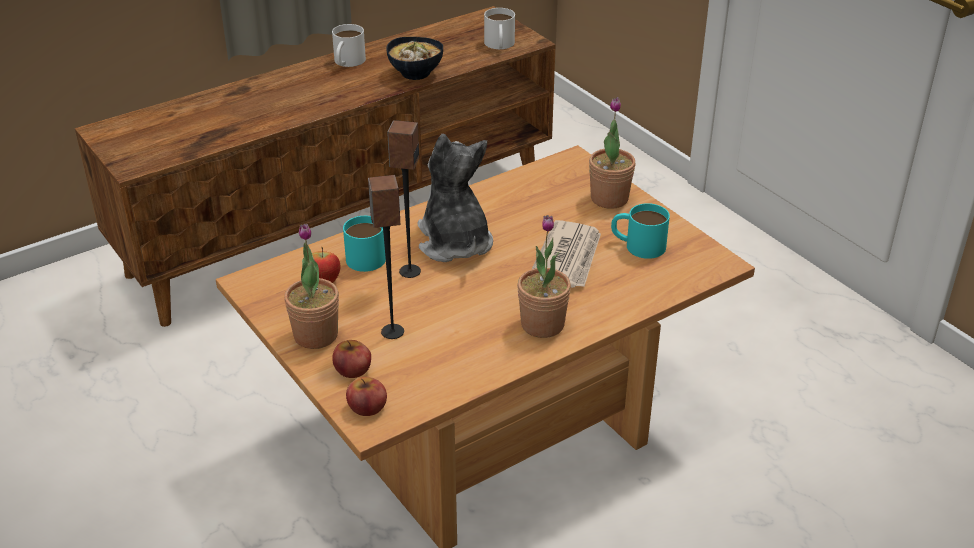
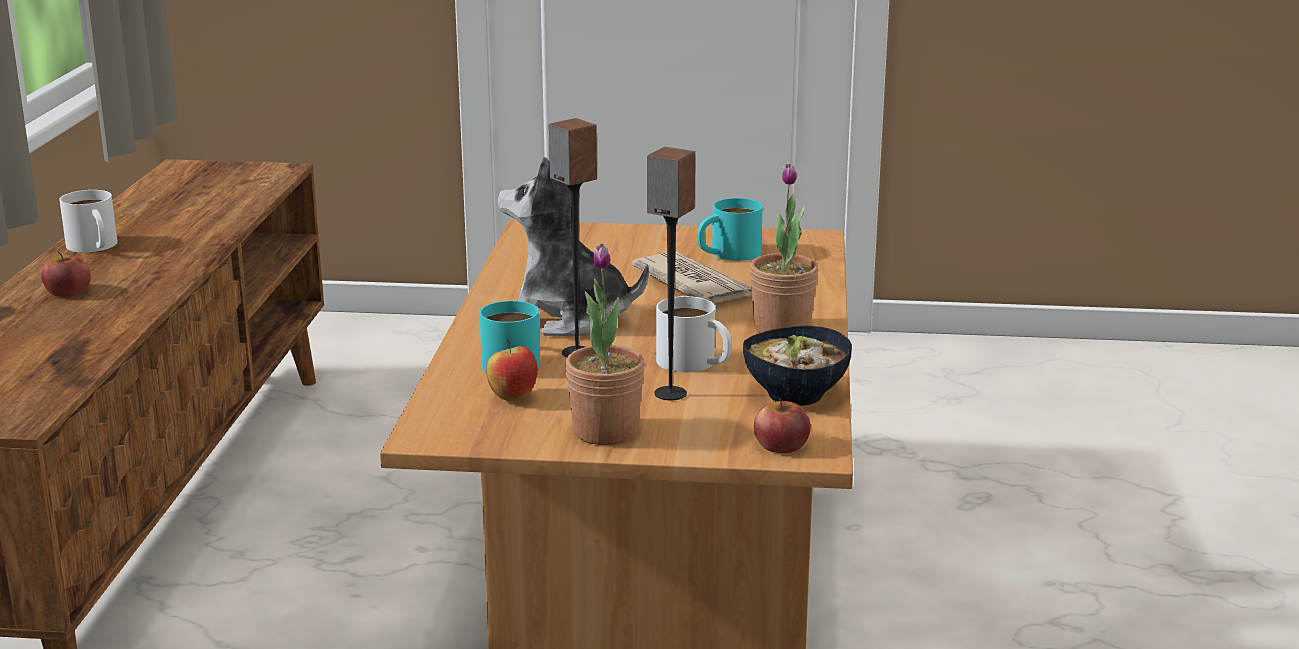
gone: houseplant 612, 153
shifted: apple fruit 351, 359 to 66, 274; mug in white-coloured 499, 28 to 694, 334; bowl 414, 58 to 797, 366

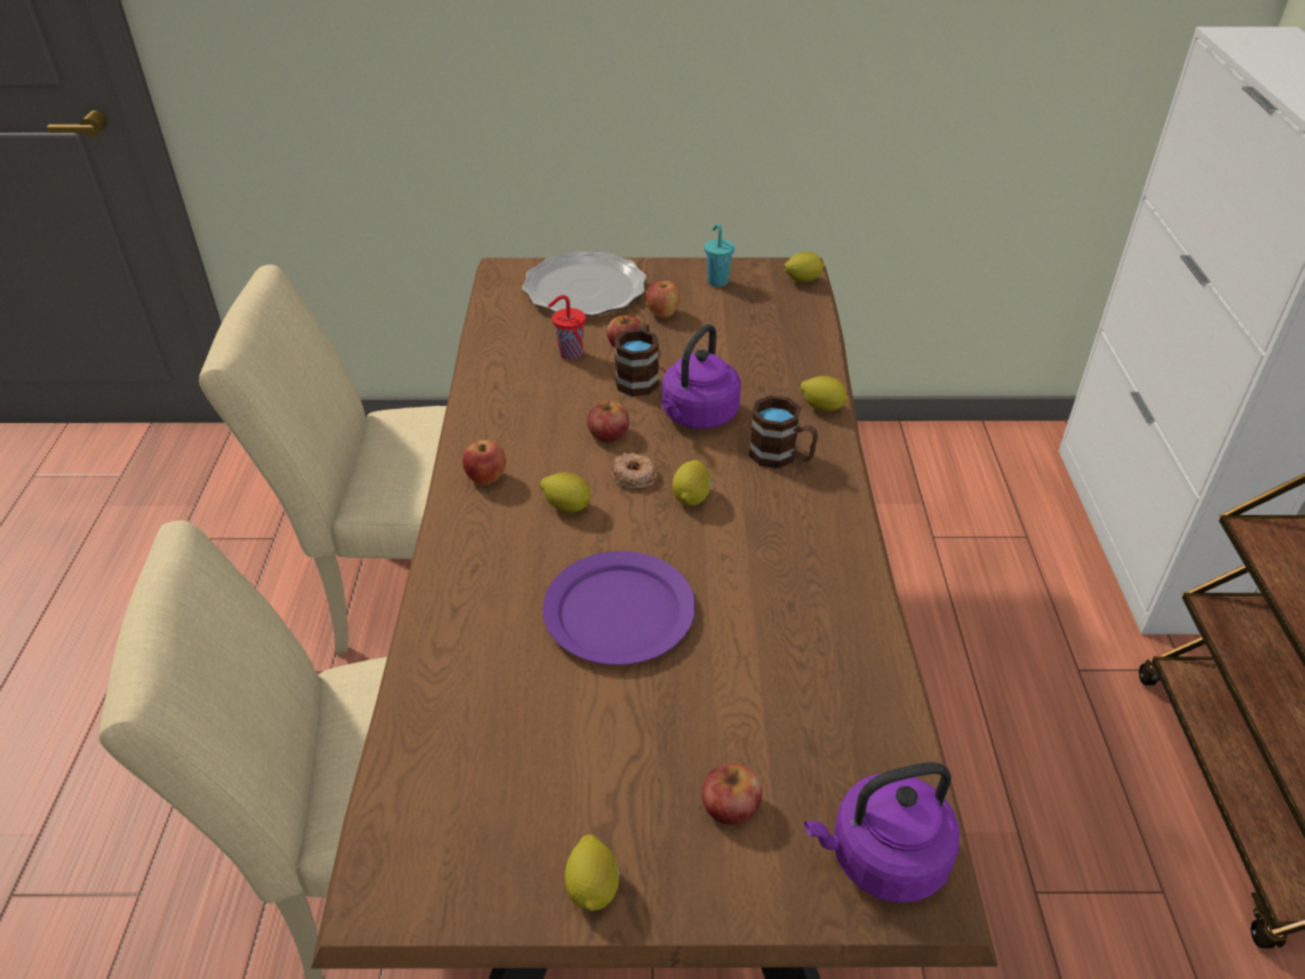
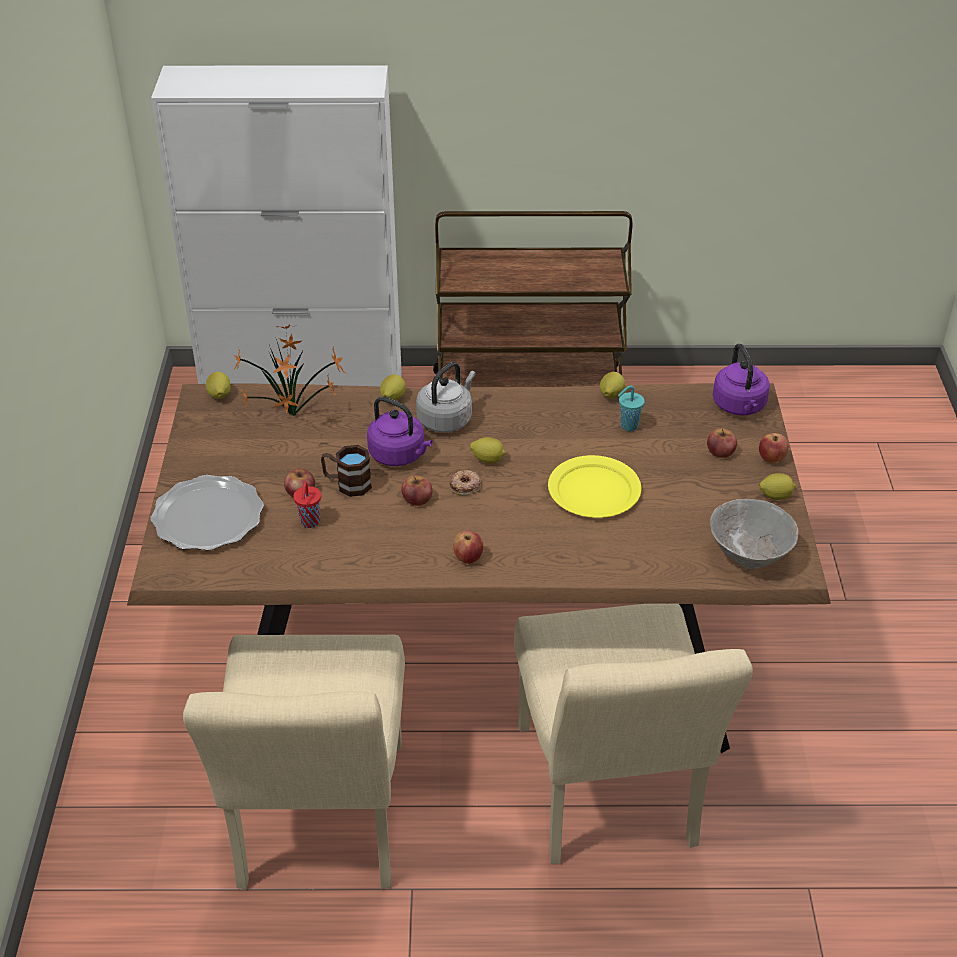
new: houseplant 290, 370; bowl in grey 754, 534
shifted: lemon 565, 492 to 612, 385; drinking cup in turquoise 719, 255 to 631, 408; apple fruit 663, 299 to 774, 448
swapped: mug in brownish 783, 431 to kettle in grey 446, 397
repainted: flat dish in purple-coloured 619, 608 to flat dish in yellow 595, 486

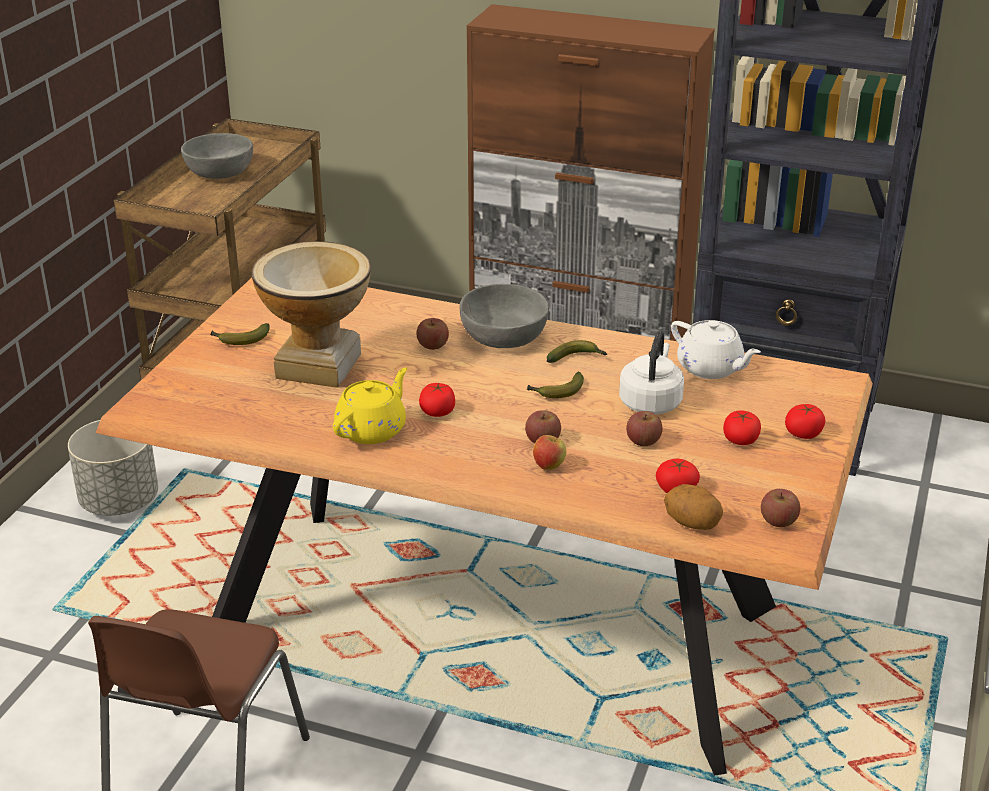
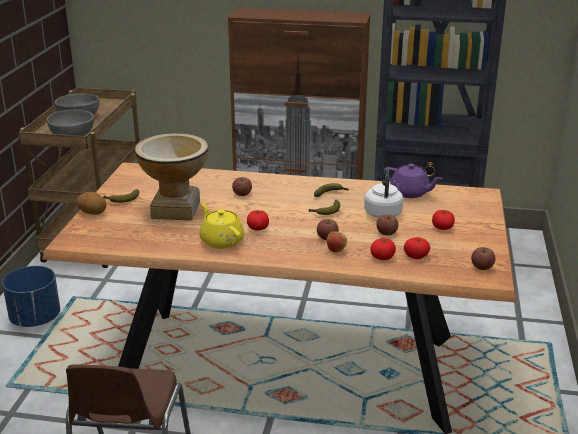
shifted: bowl in grey 504, 316 to 70, 122; spud 693, 507 to 91, 203; whole tomato 805, 421 to 383, 249
repainted: flower pot in grey 113, 467 to flower pot in blue-coloured 31, 296; tea pot in white-coloured 716, 349 to tea pot in purple-coloured 413, 181
rotated: tea pot in yellow 370, 406 = 222, 226 60 degrees counterclockwise

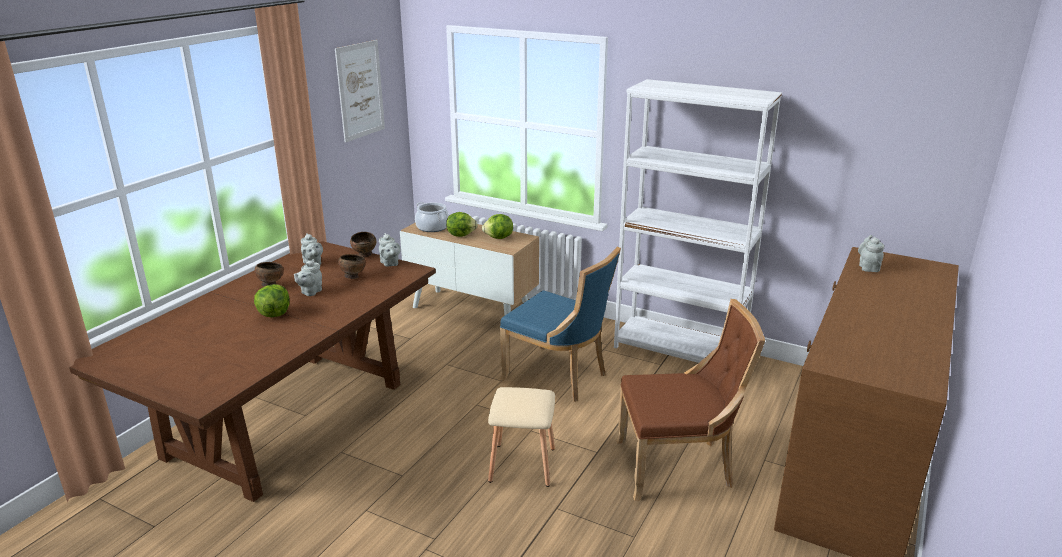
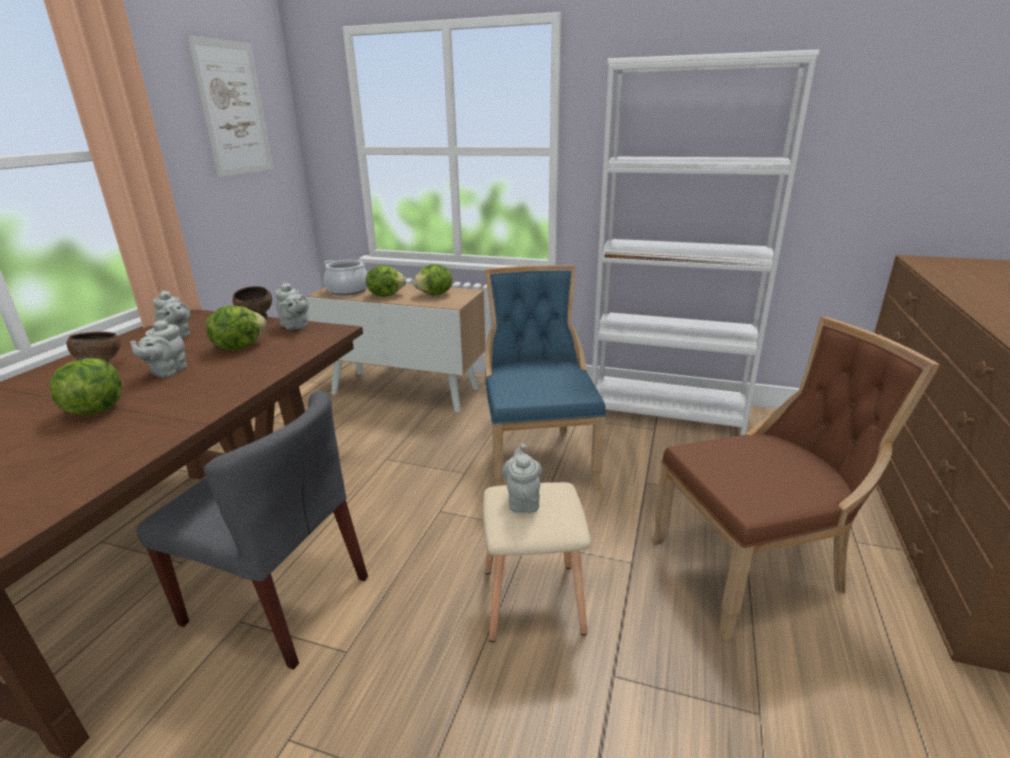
new: plain chair in grey 252, 530
shifted: tea pot in grey 871, 253 to 522, 478
swapped: bowl in brownish 352, 266 to head of lettuce 236, 328
rotated: plain chair in blue-coloured 560, 324 = 545, 377 120 degrees counterclockwise

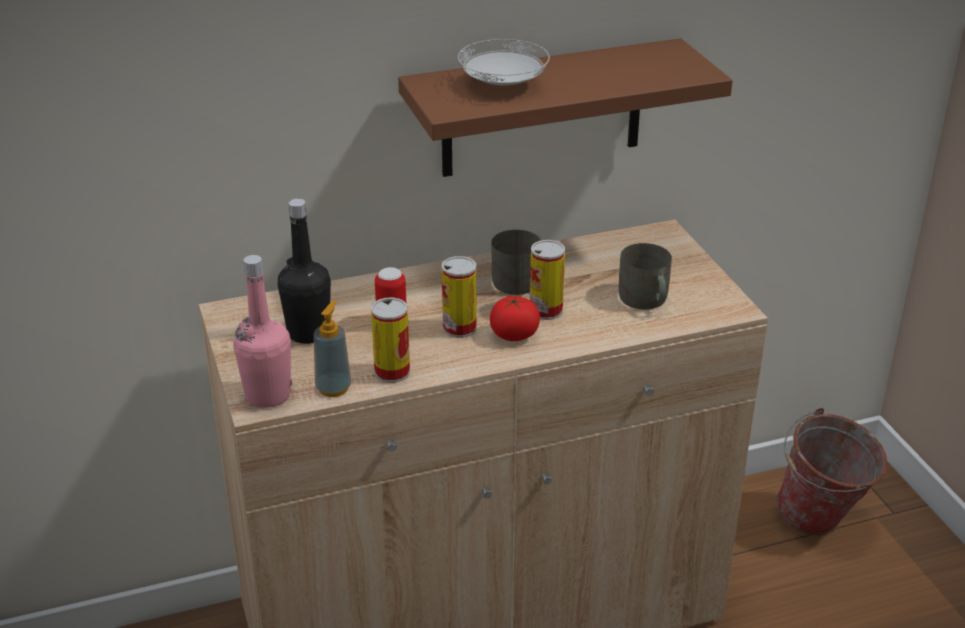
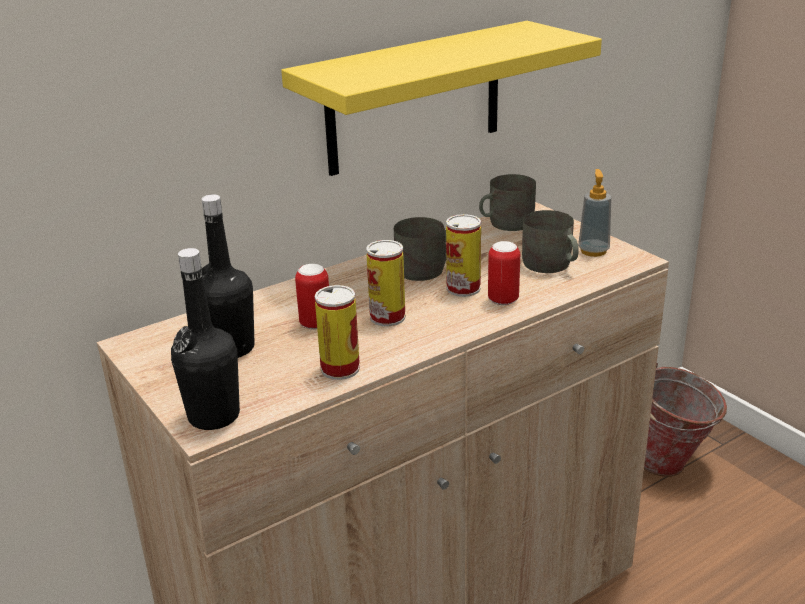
gone: flat dish in white-coloured 504, 62; whole tomato 515, 318
new: mug in grey 507, 202; metal can 504, 273
shifted: soap dispenser 332, 349 to 594, 213
repainted: drink bottle in pinkish 262, 331 to drink bottle in black-coloured 205, 339; bracket shelf in brownish 565, 107 to bracket shelf in yellow 441, 98

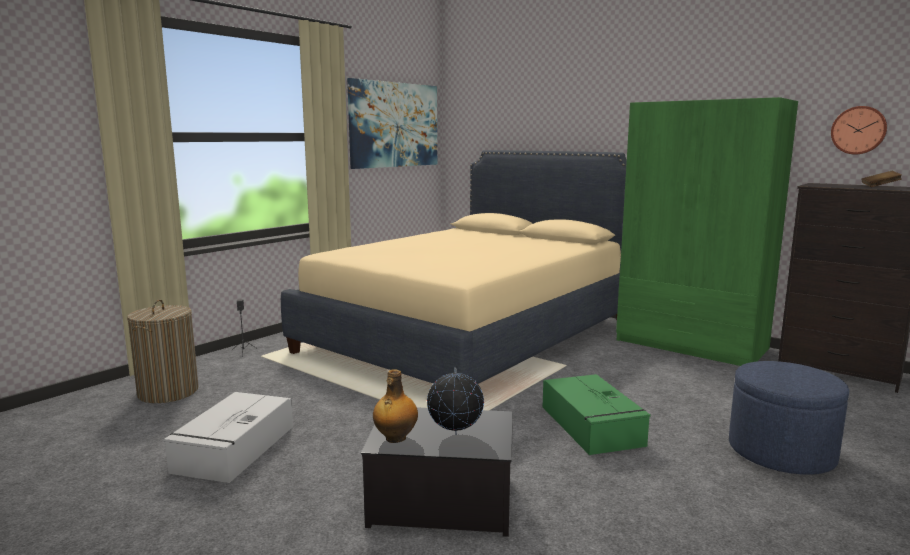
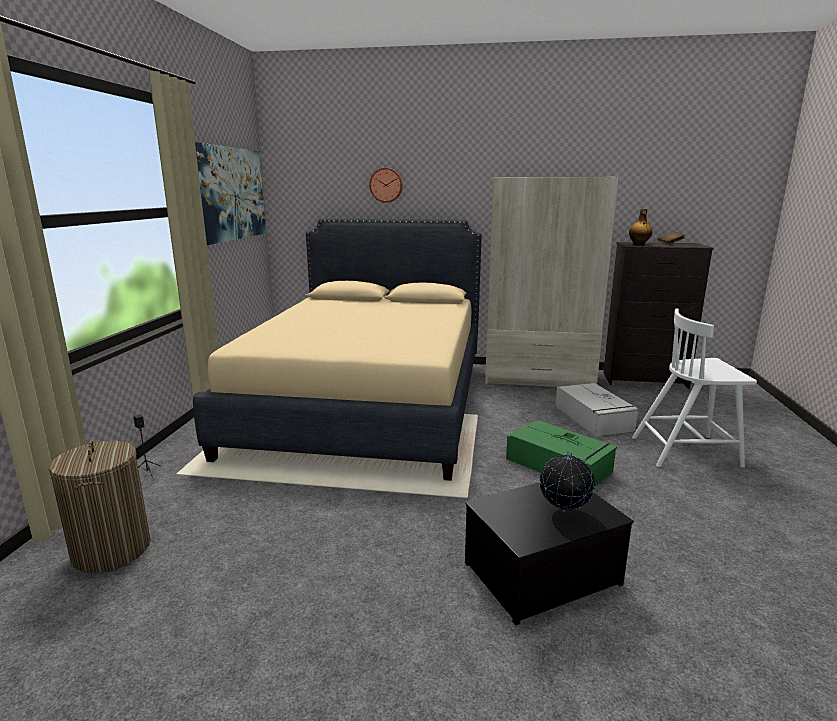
shifted: hanging clock 859, 130 to 386, 185; storage box in grey 228, 437 to 597, 409; drink bottle 395, 406 to 640, 227
swapped: pouffe in blue-coloured 789, 418 to plain chair in white-coloured 694, 388
repainted: clothes cupboard in greenish 707, 231 to clothes cupboard in beige-coloured 552, 282

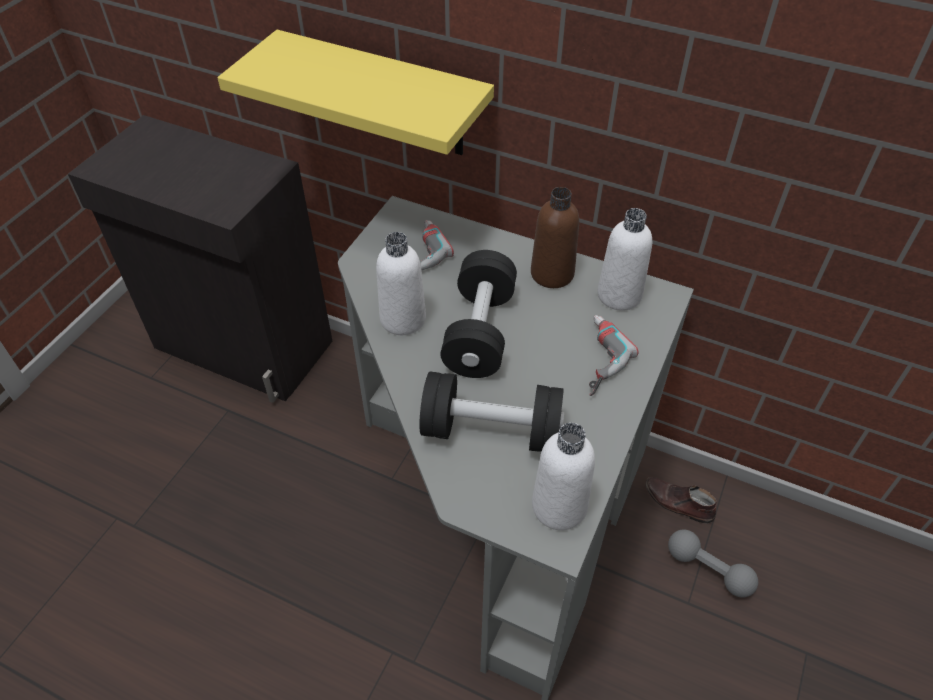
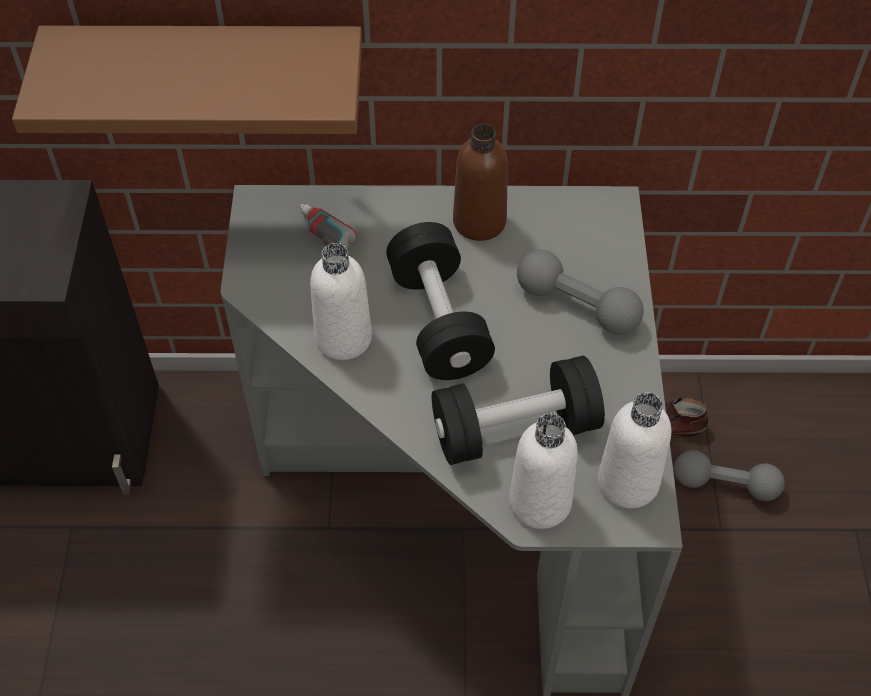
shifted: drink bottle in white-coloured 624, 259 to 543, 471
swapped: electric drill 613, 355 to hand weight in grey 580, 292
repainted: bracket shelf in yellow 355, 92 to bracket shelf in brownish 187, 80

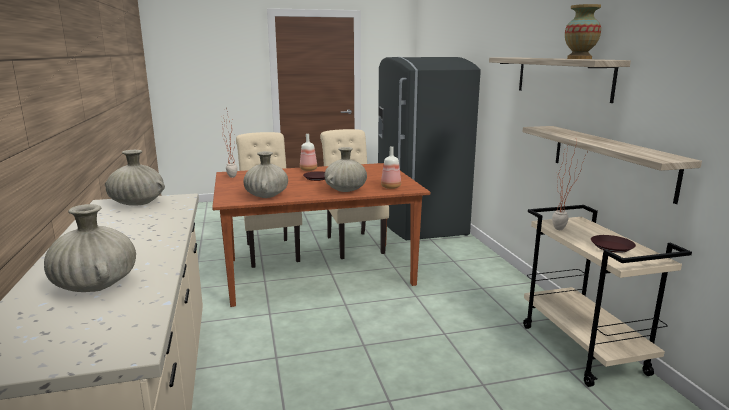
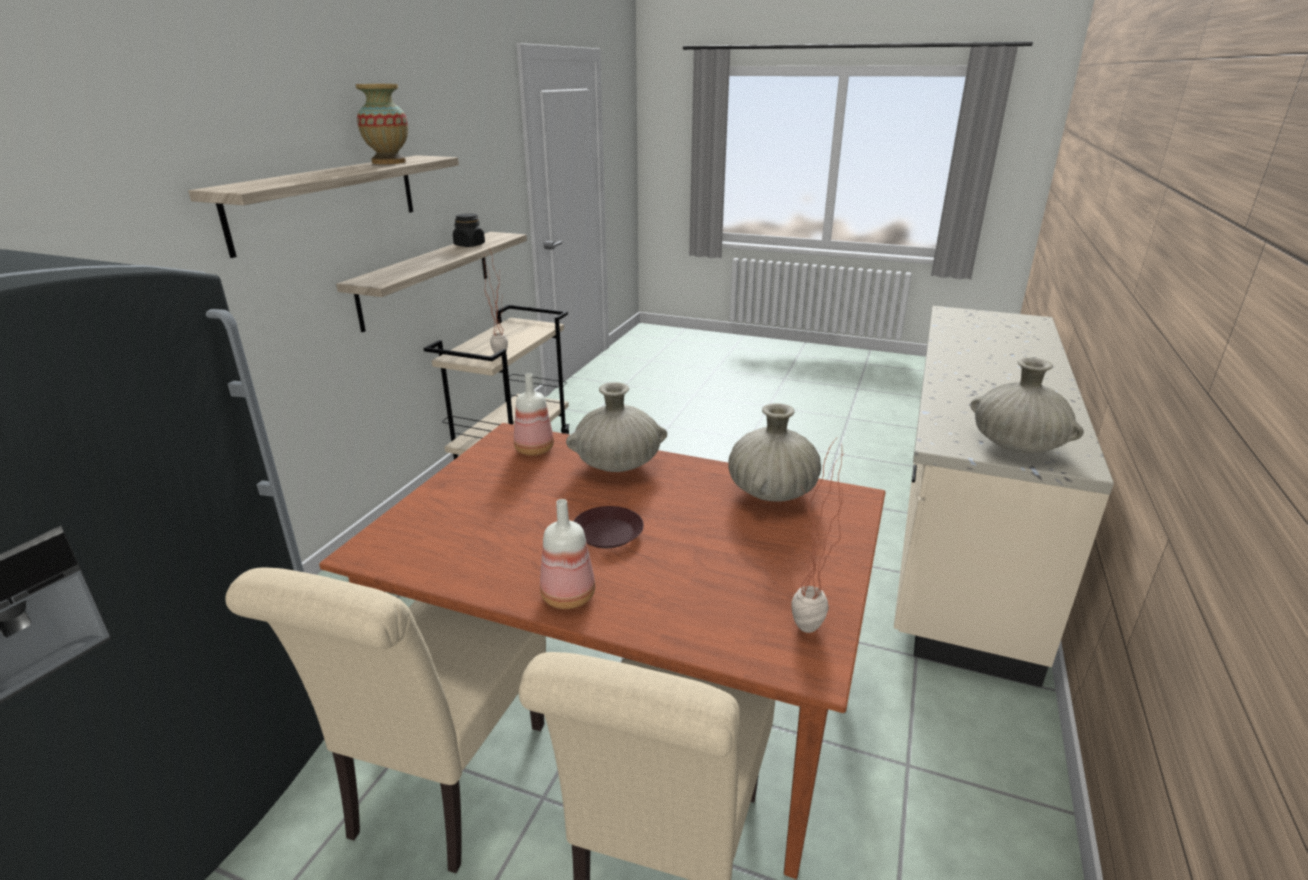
gone: vase in beige-coloured 90, 248; flat dish in brownish 613, 244
new: storage jar in black-coloured 469, 230

